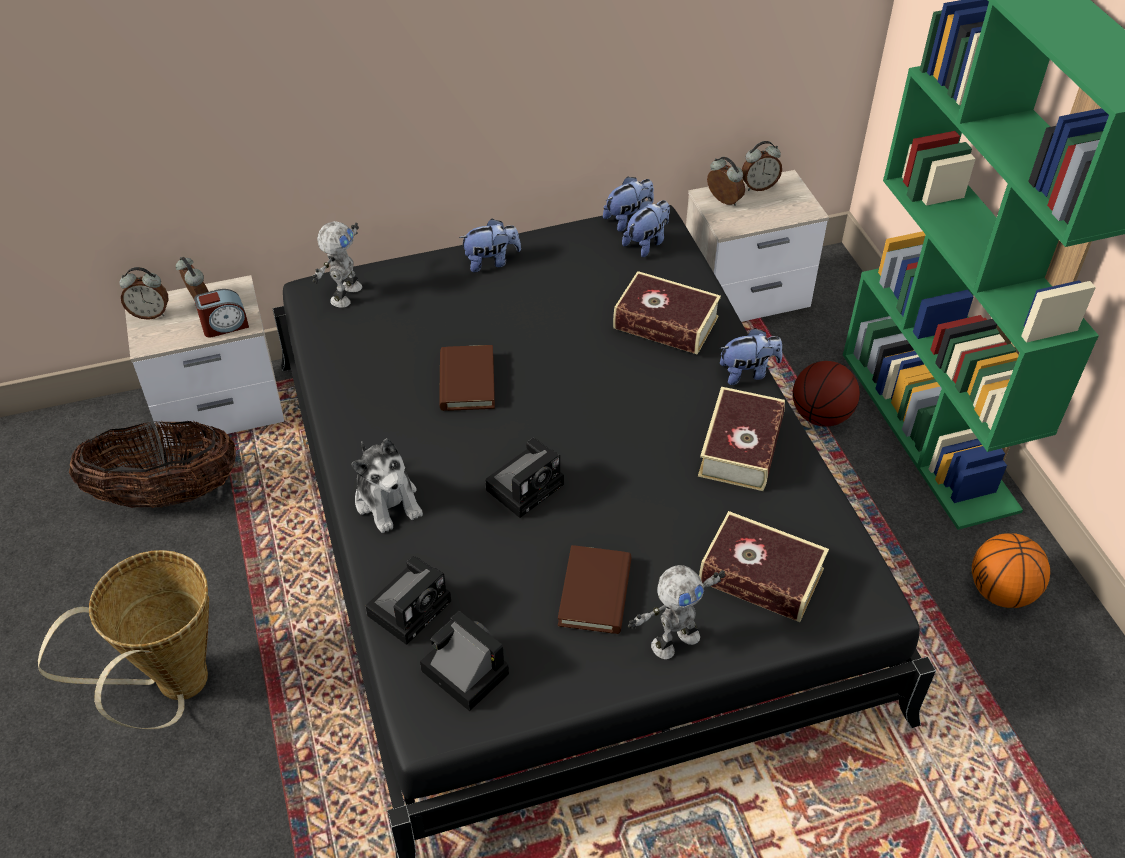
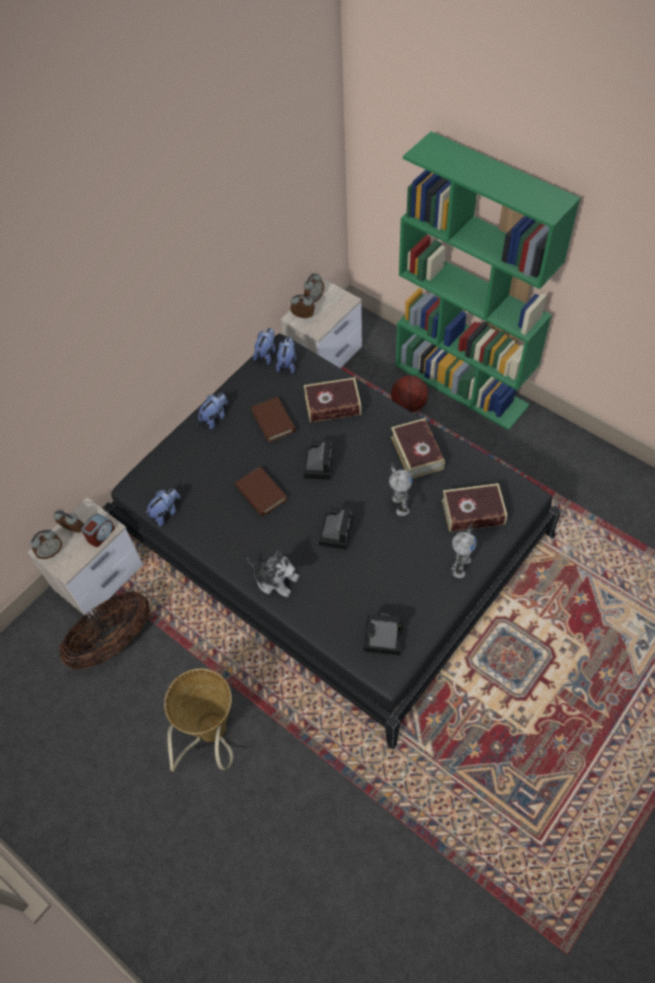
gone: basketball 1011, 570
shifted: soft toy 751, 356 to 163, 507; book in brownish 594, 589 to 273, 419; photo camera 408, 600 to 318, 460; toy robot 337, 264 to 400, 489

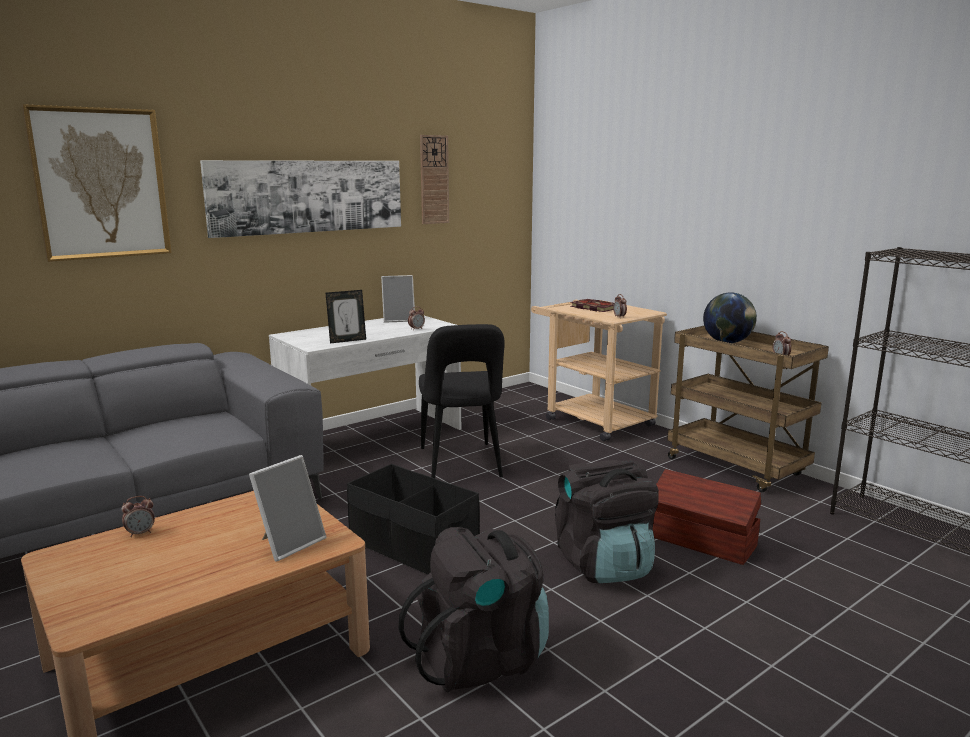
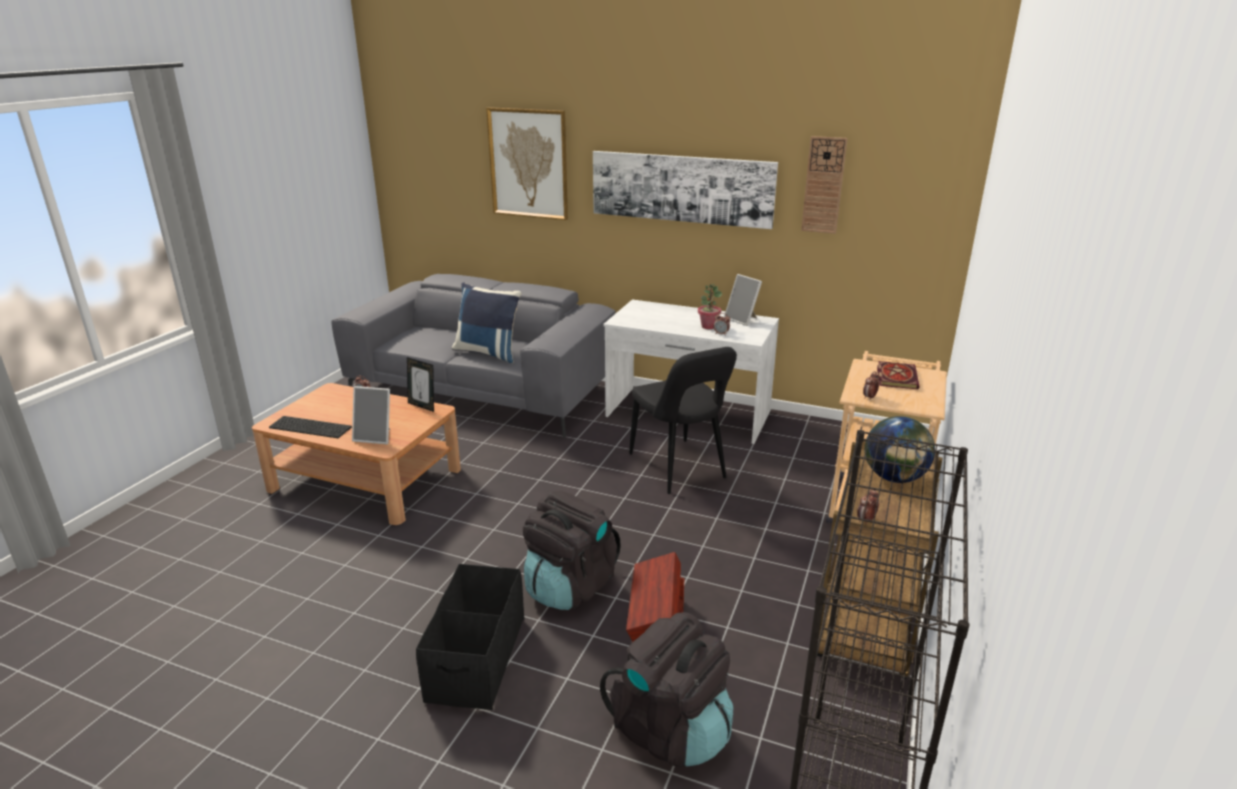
new: computer keyboard 310, 427; cushion in blue-coloured 486, 322; houseplant 710, 306
shifted: picture frame 346, 317 to 420, 384; storage box in black-coloured 413, 519 to 470, 637; rucksack in black-coloured 473, 609 to 666, 689
rotated: plain chair in black-coloured 462, 401 = 683, 420 75 degrees counterclockwise

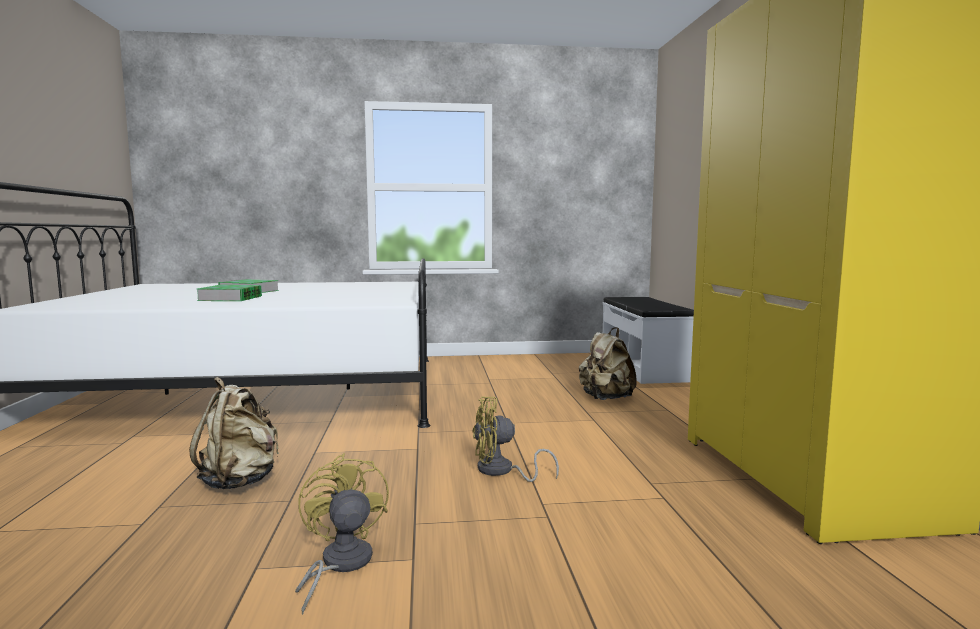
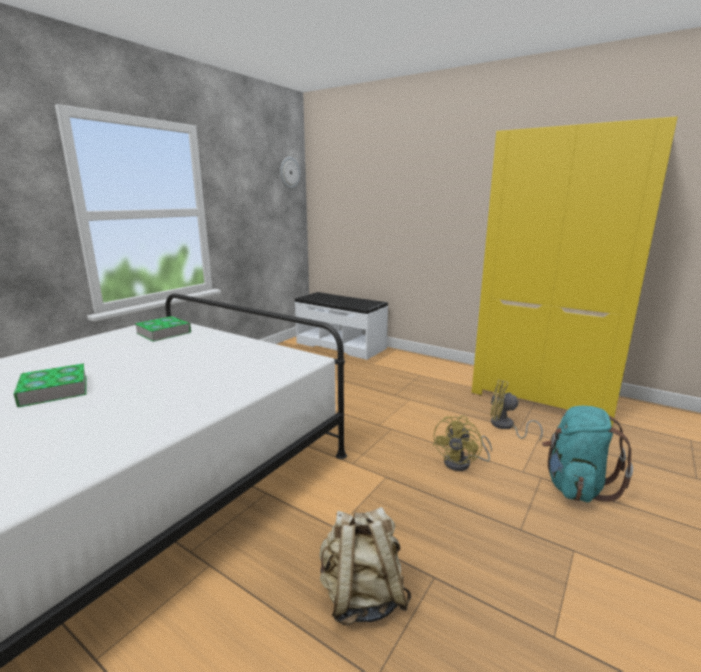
gone: rucksack in beige-coloured 608, 363
new: hanging clock 290, 173; rucksack in turquoise 587, 454
shifted: book 229, 293 to 163, 329; cooling fan in yellow 342, 534 to 517, 409

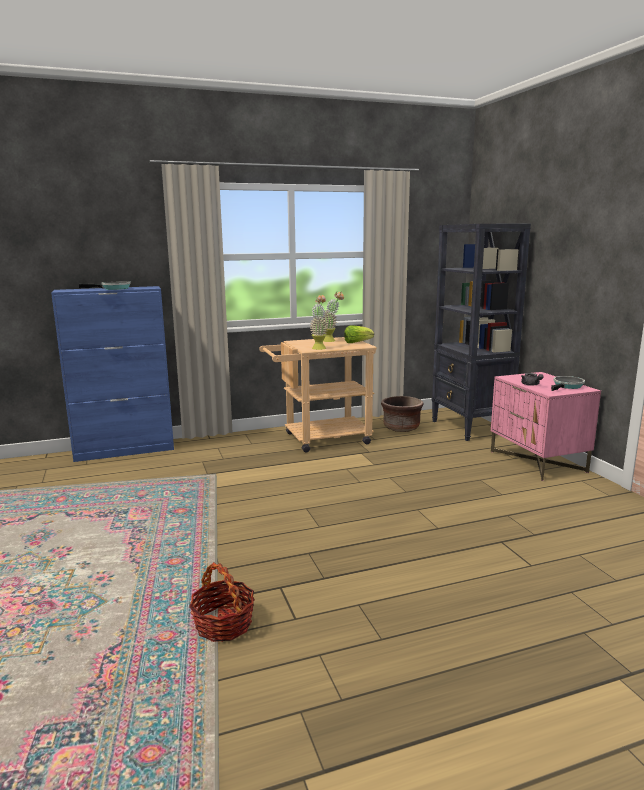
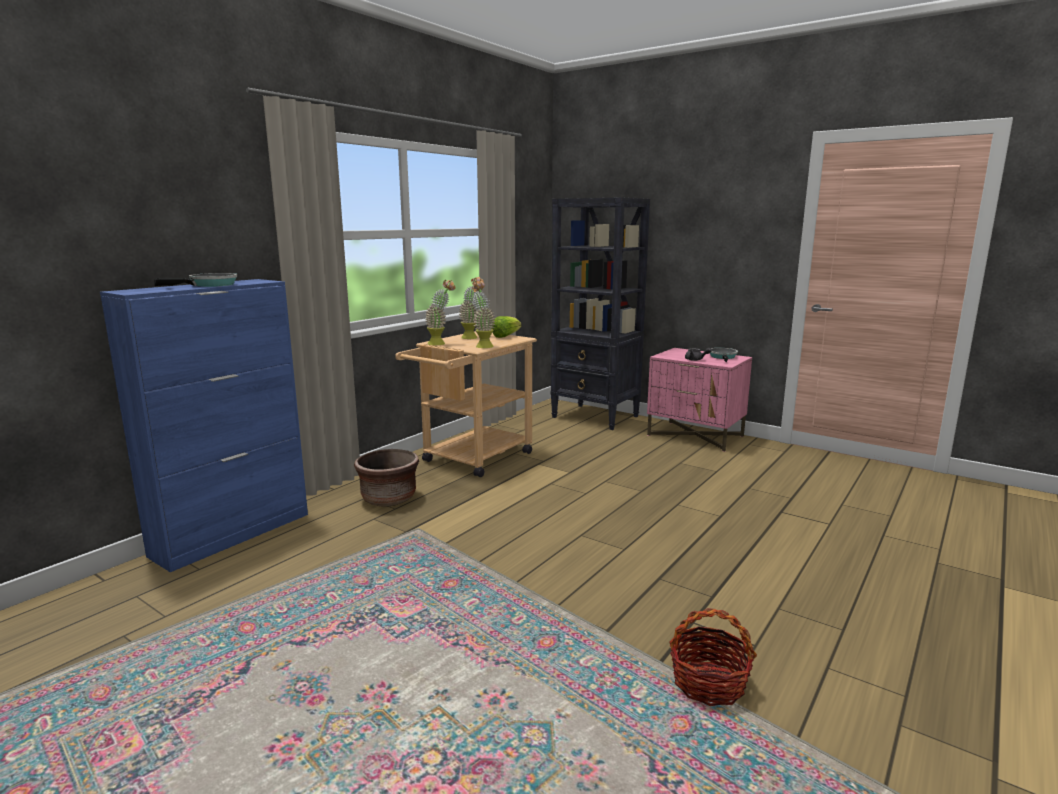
new: houseplant 440, 312
shifted: flower pot in brownish 402, 414 to 386, 477

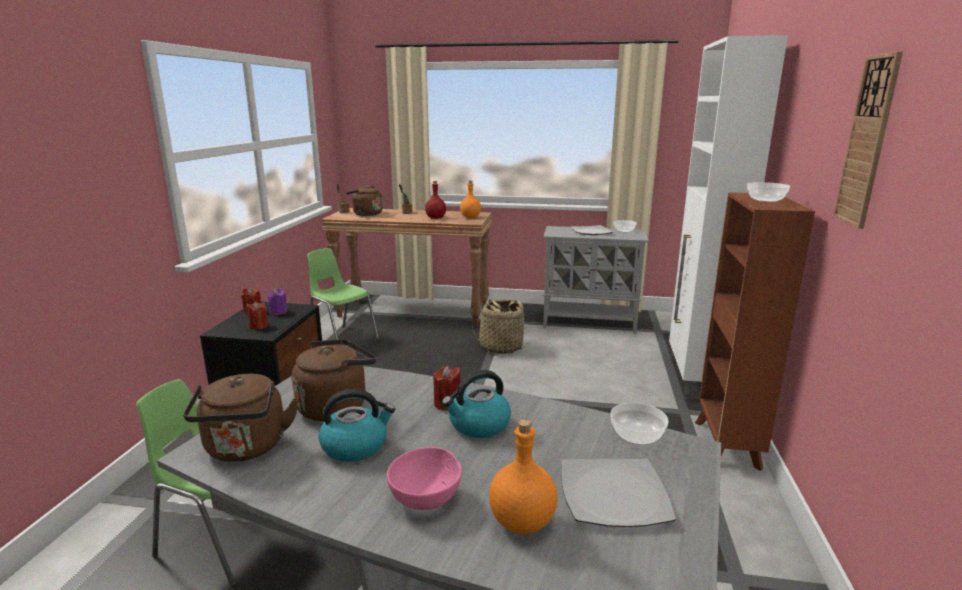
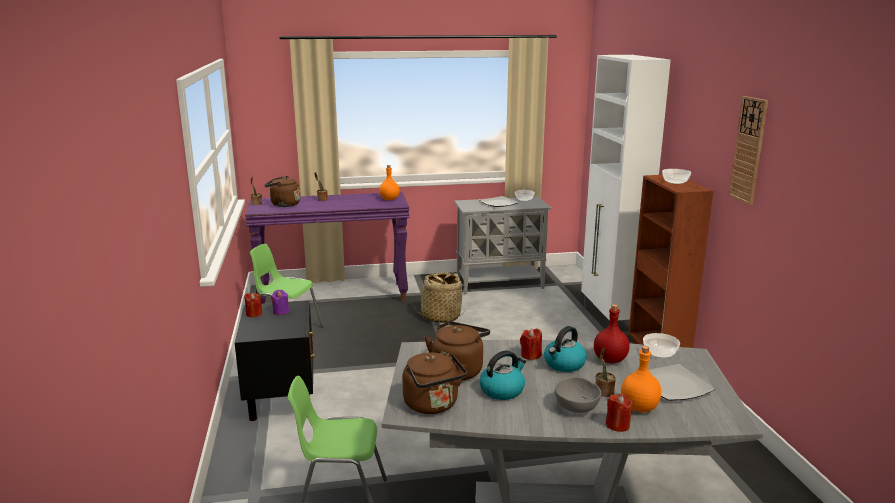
new: houseplant 605, 372
shifted: drink bottle in red-coloured 435, 200 to 612, 334; wax light in red-coloured 257, 315 to 619, 412
repainted: hall table in brownish 406, 267 to hall table in purple-coloured 327, 248; bowl in pinkish 424, 478 to bowl in grey 578, 395

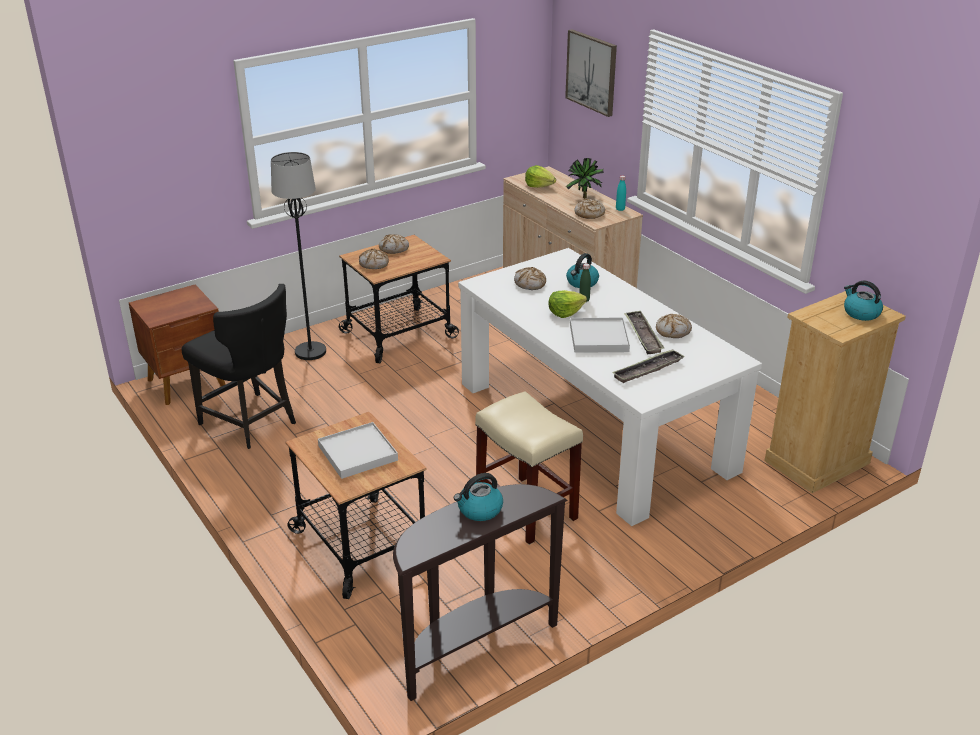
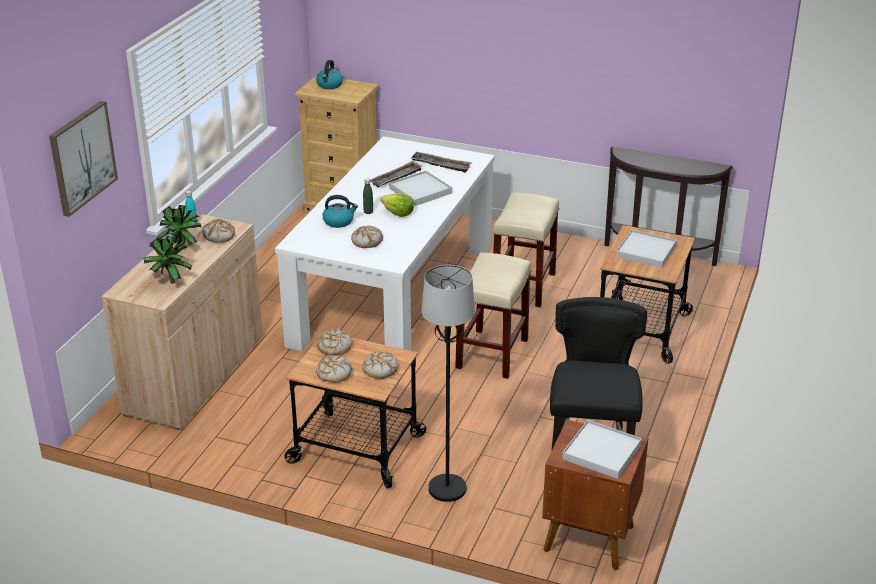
gone: kettle 478, 497
new: sitting stool in beige-coloured 493, 316; tray in white-coloured 602, 449
shifted: bakery bread 674, 326 to 334, 341
swapped: head of lettuce 540, 176 to houseplant 167, 260

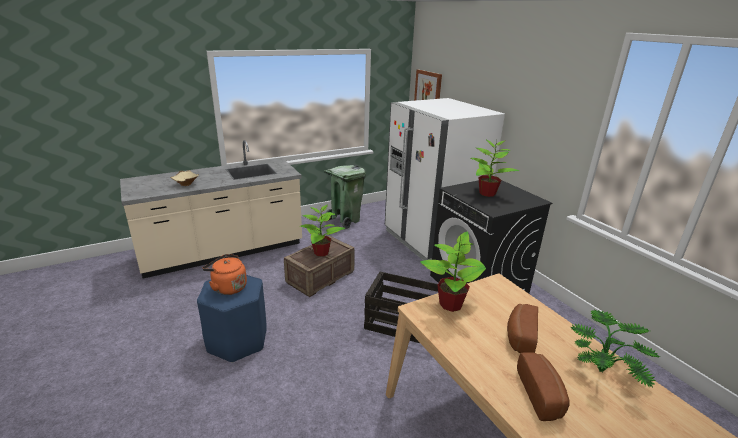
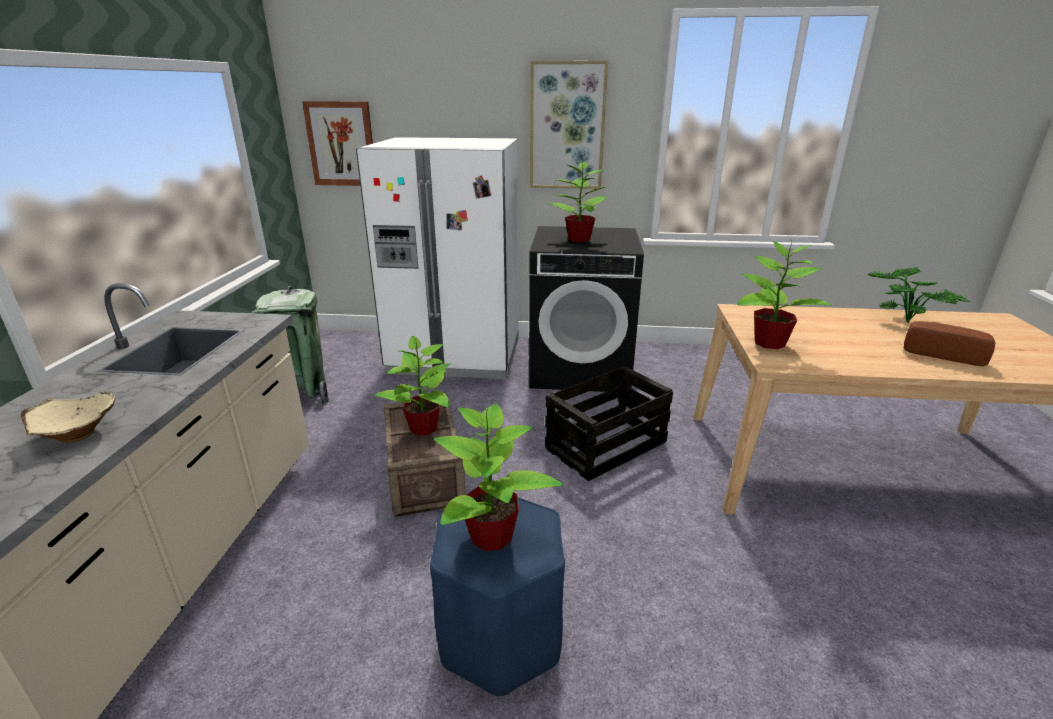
gone: bakery bread 522, 328
new: wall art 569, 124
swapped: kettle in orange-coloured 224, 274 to houseplant 498, 477

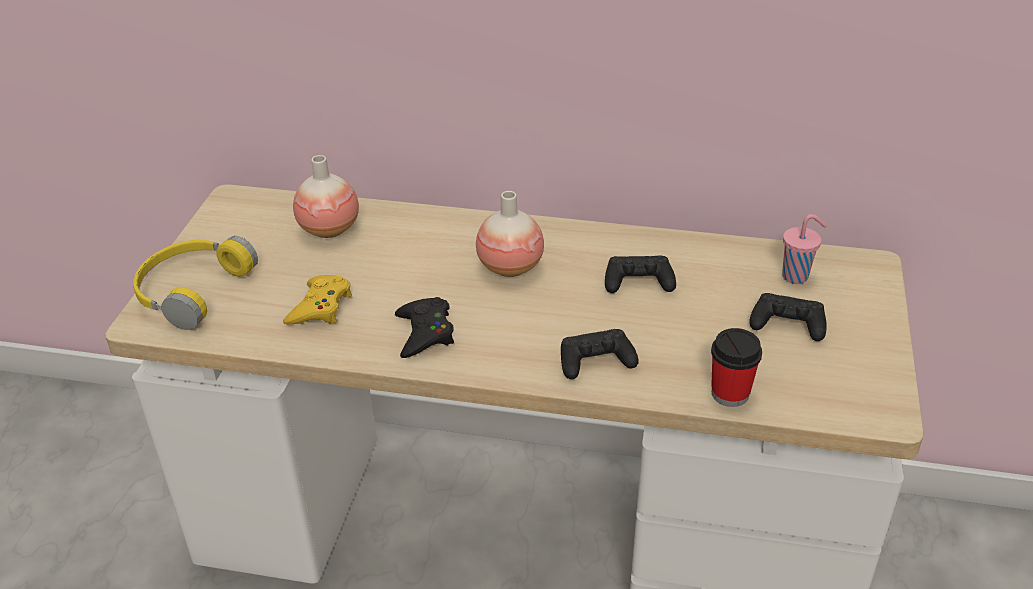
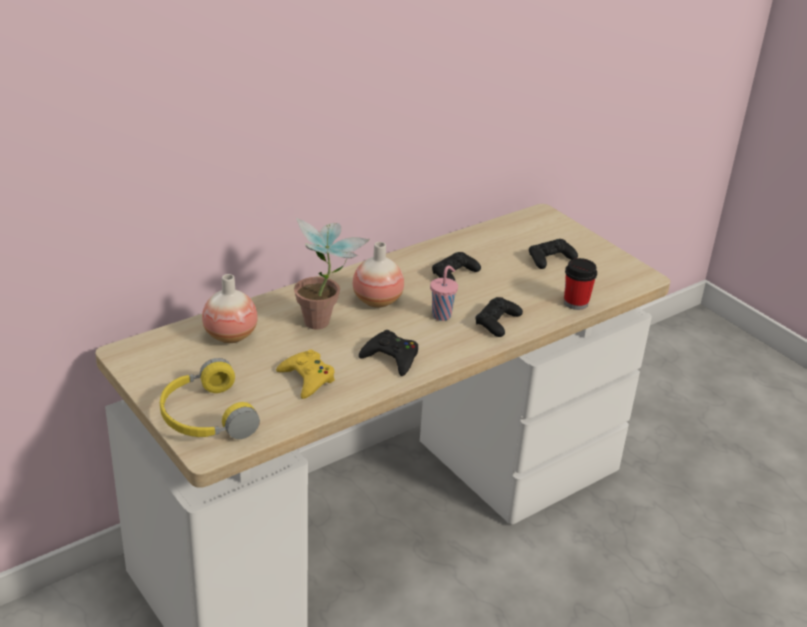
new: houseplant 332, 273
shifted: drinking cup in pinkish 804, 249 to 444, 293

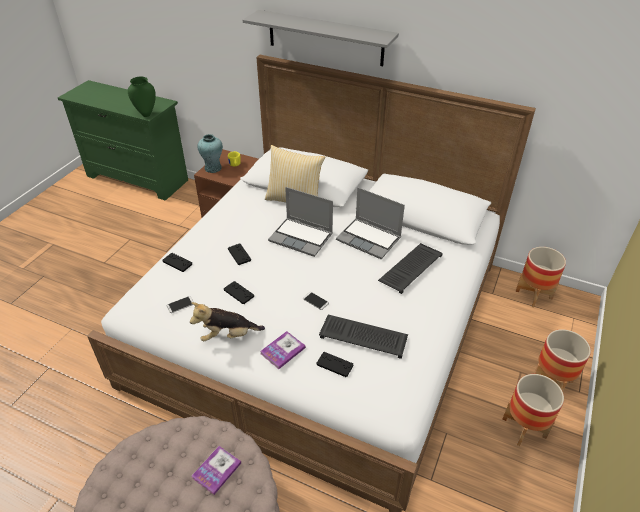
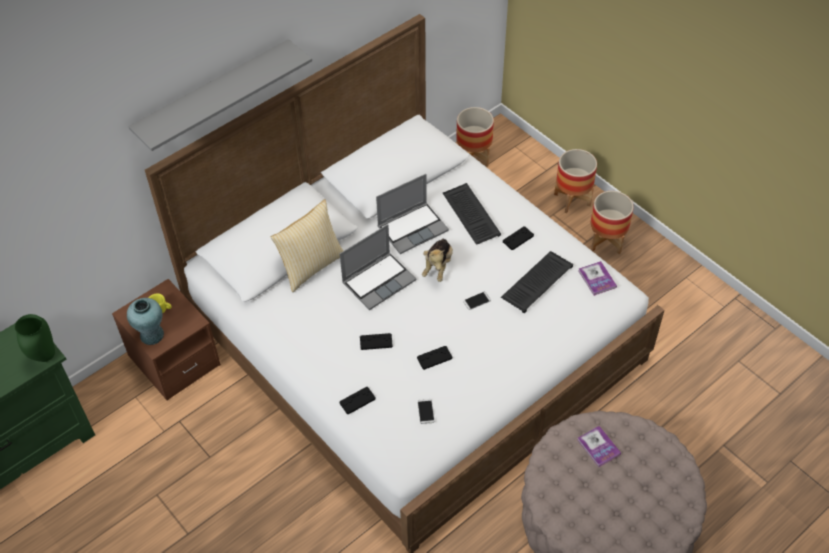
shifted: soft toy 227, 321 to 437, 260; joypad in black-coloured 335, 364 to 518, 238; book 283, 350 to 598, 278

